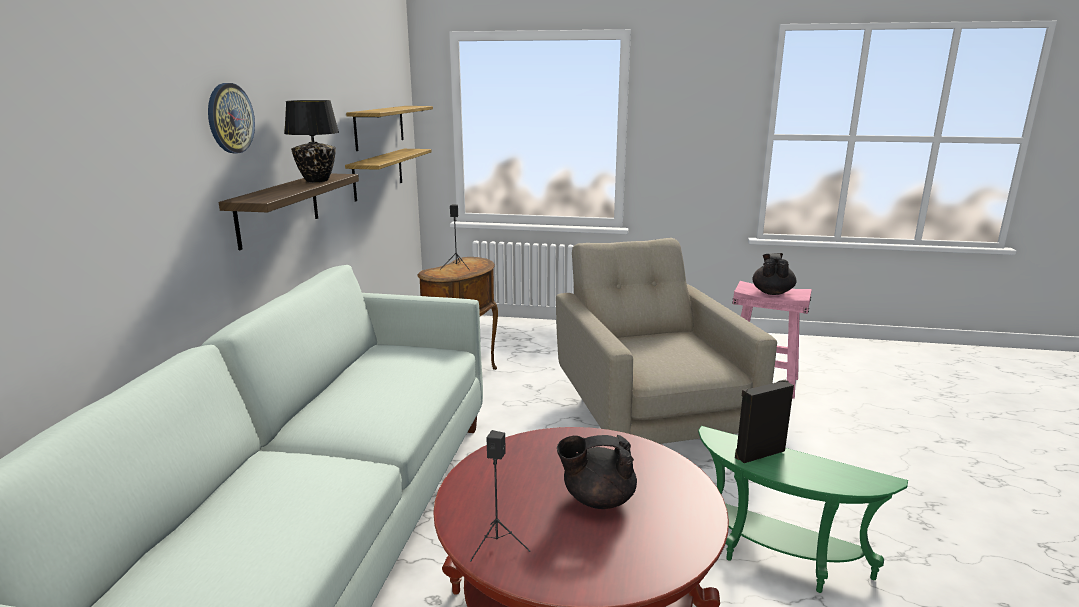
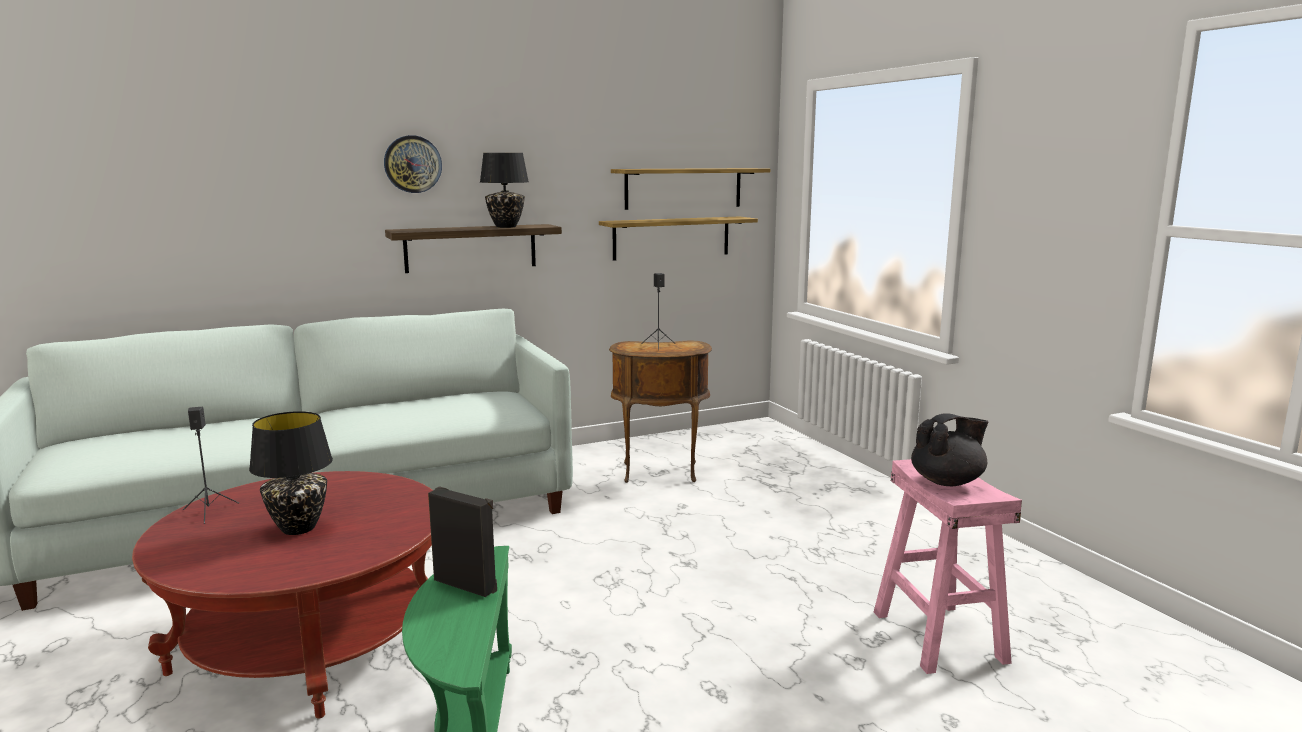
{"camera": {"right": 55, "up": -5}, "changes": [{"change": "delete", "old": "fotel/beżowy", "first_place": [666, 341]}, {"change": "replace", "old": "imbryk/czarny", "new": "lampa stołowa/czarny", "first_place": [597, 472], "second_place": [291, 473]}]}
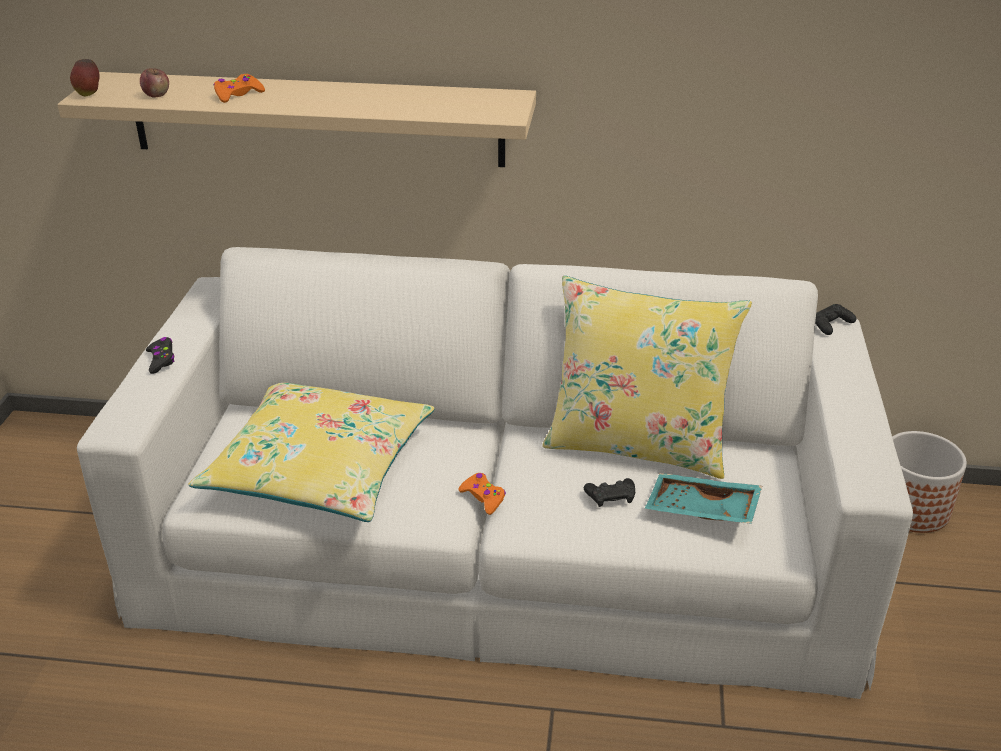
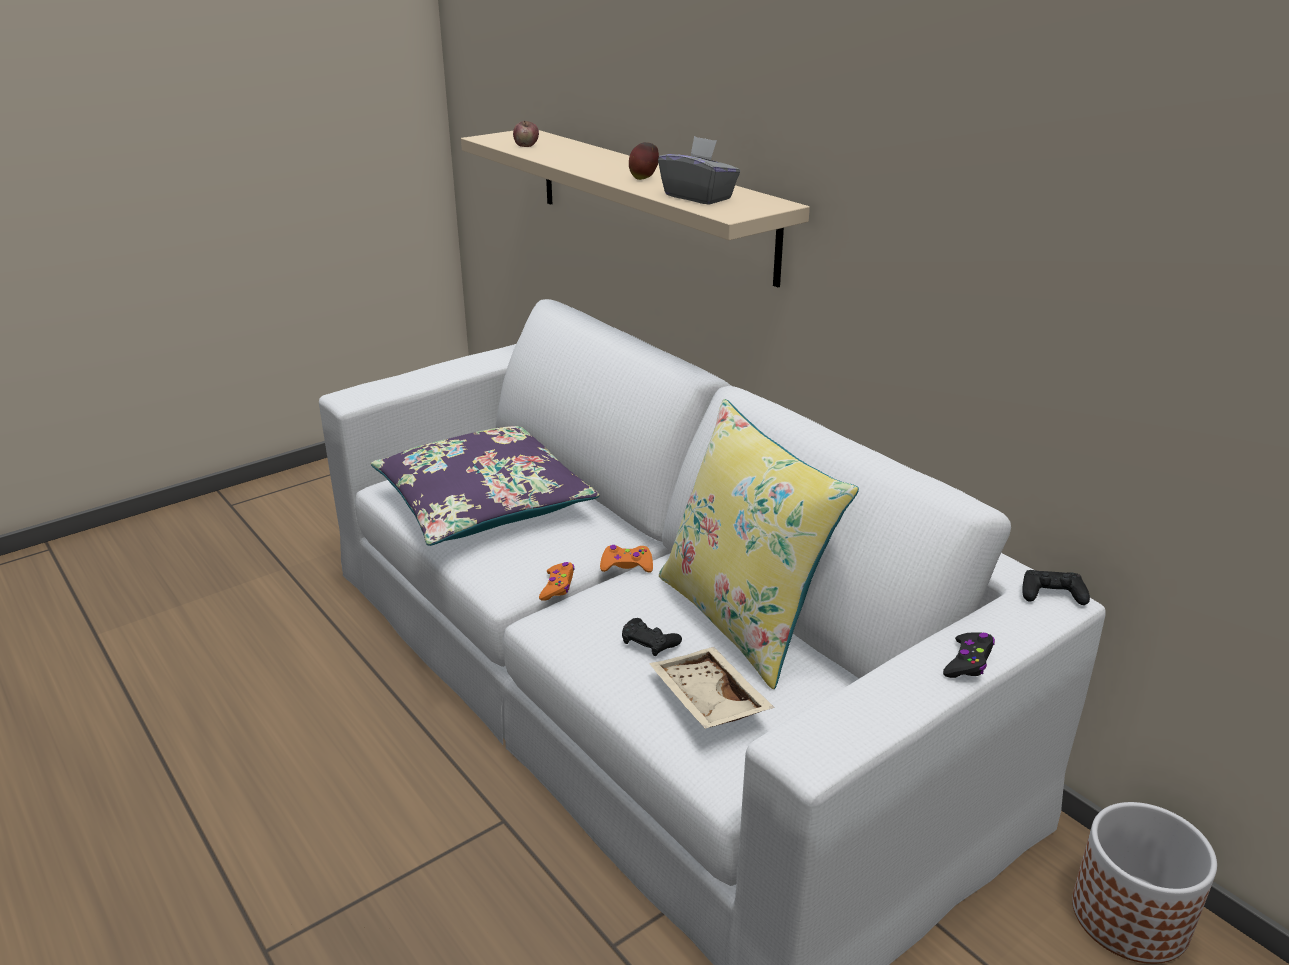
{"camera": {"right": 45, "up": -5}, "changes": [{"change": "insert", "new": "pudełko chusteczek/szary", "second_place": [699, 170]}, {"change": "move", "old": "jabłko", "first_place": [85, 77], "second_place": [644, 161]}, {"change": "move", "old": "pad do gier/czarny", "first_place": [160, 355], "second_place": [969, 655]}, {"change": "move", "old": "pad do gier/pomarańczowy", "first_place": [239, 88], "second_place": [626, 559]}, {"change": "recolor", "old": "poduszka/żółty", "new": "poduszka/fioletowy", "first_place": [311, 452], "second_place": [485, 486]}, {"change": "recolor", "old": "taca/turkusowy", "new": "taca/beżowy", "first_place": [703, 498], "second_place": [712, 688]}]}
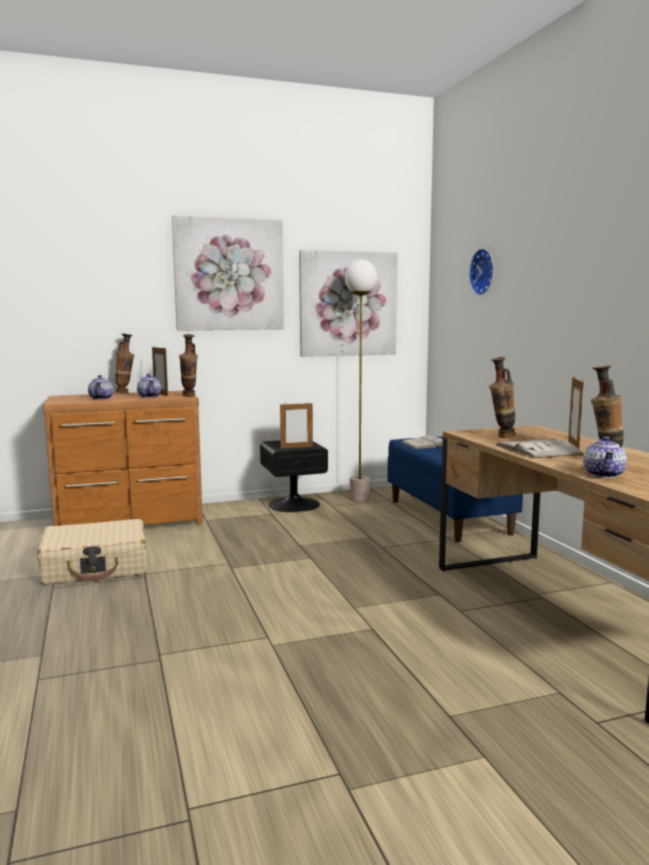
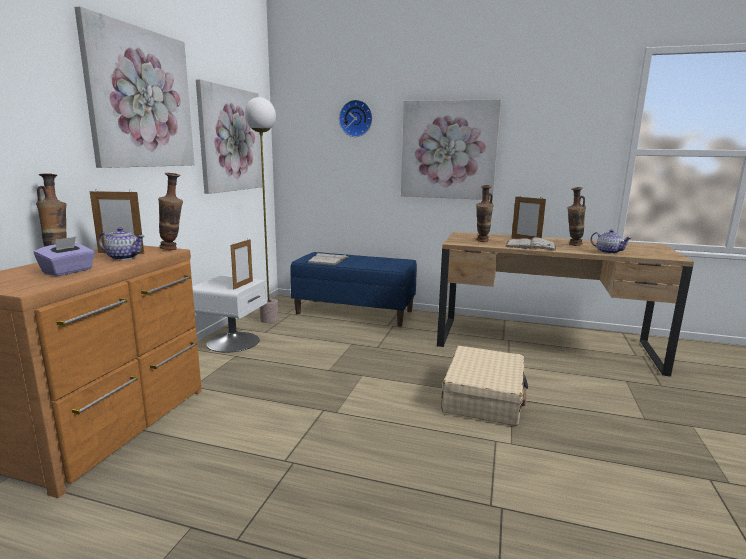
{"camera": {"right": -55, "up": 5}, "changes": [{"change": "insert", "new": "obraz", "second_place": [451, 149]}, {"change": "move", "old": "walizka/beżowy", "first_place": [92, 552], "second_place": [484, 386]}, {"change": "replace", "old": "imbryk", "new": "pudełko chusteczek/fioletowy", "first_place": [100, 387], "second_place": [64, 256]}, {"change": "recolor", "old": "szafka nocna/czarny", "new": "szafka nocna/biały", "first_place": [294, 476], "second_place": [230, 314]}]}
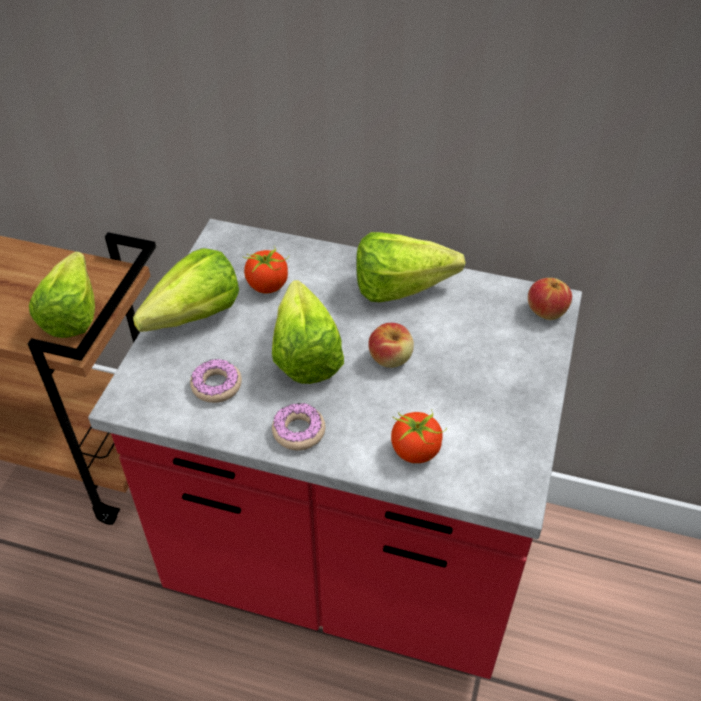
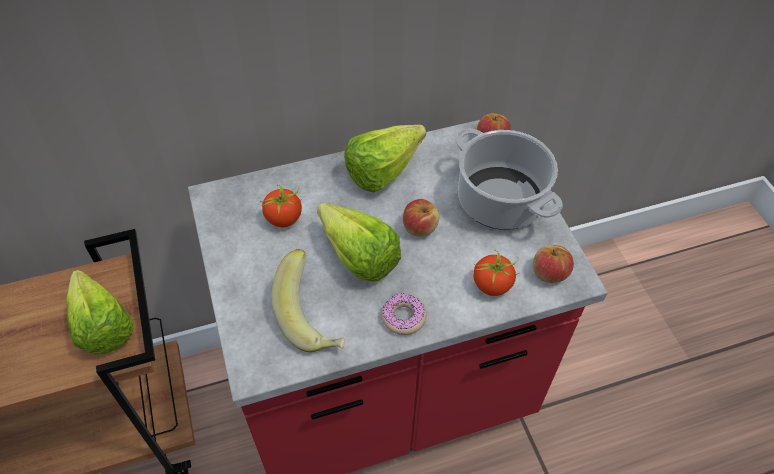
{"camera": {"right": -35, "up": 5}, "changes": [{"change": "delete", "old": "sałata", "first_place": [186, 290]}, {"change": "insert", "new": "garnek", "second_place": [509, 179]}, {"change": "insert", "new": "jabłko", "second_place": [553, 264]}, {"change": "replace", "old": "donut", "new": "banan", "first_place": [216, 381], "second_place": [307, 300]}]}
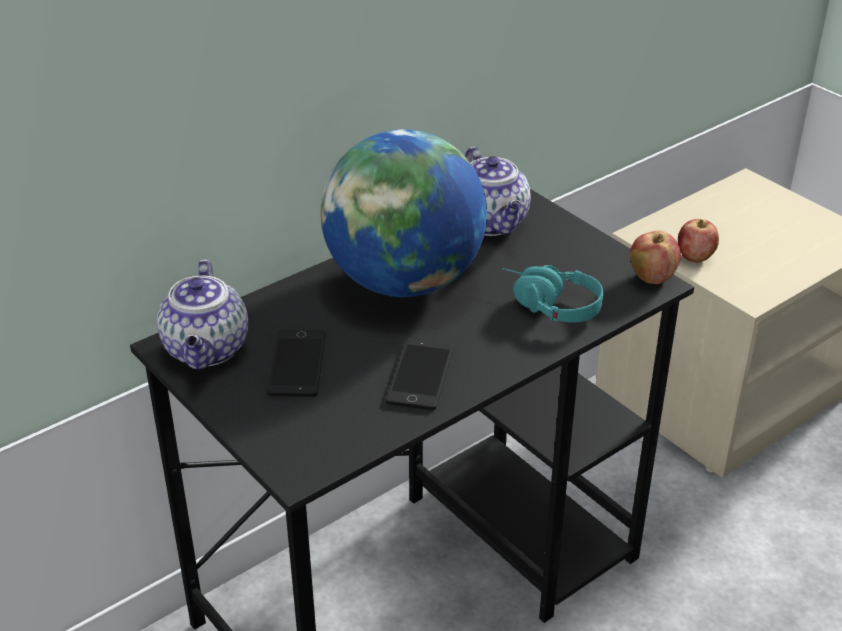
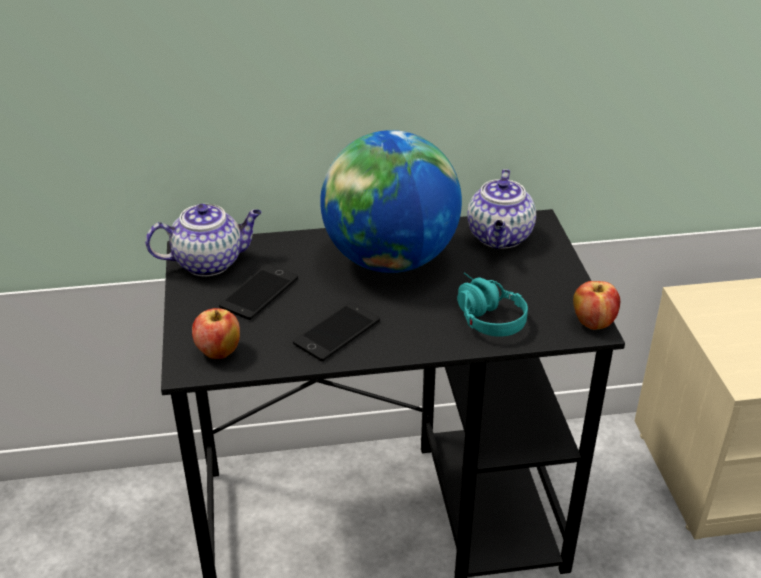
{"camera": {"right": 30, "up": 0}, "changes": [{"change": "move", "old": "jabłko", "first_place": [698, 241], "second_place": [216, 333]}, {"change": "rotate", "old": "imbryk", "first_place": [202, 315], "second_place": [203, 240], "degrees": -135}]}
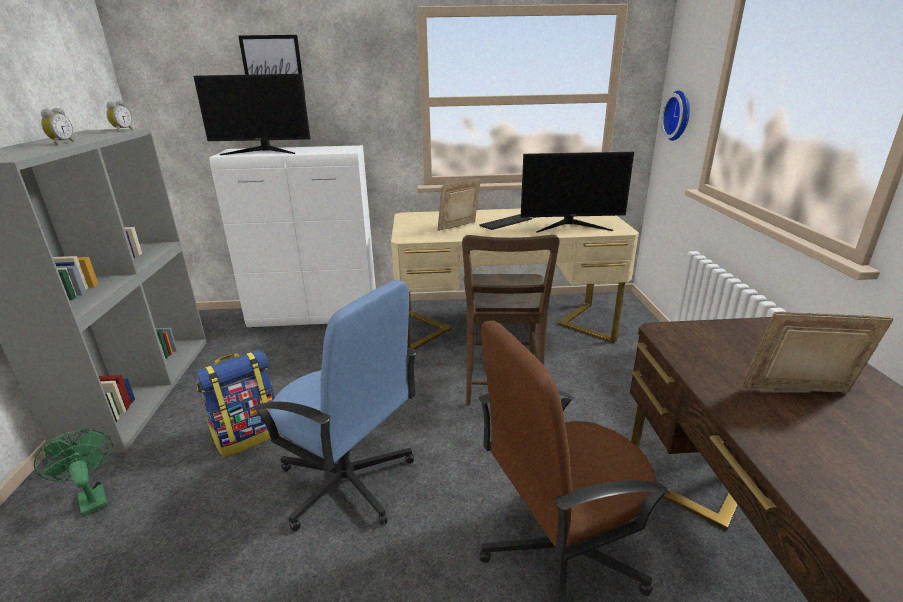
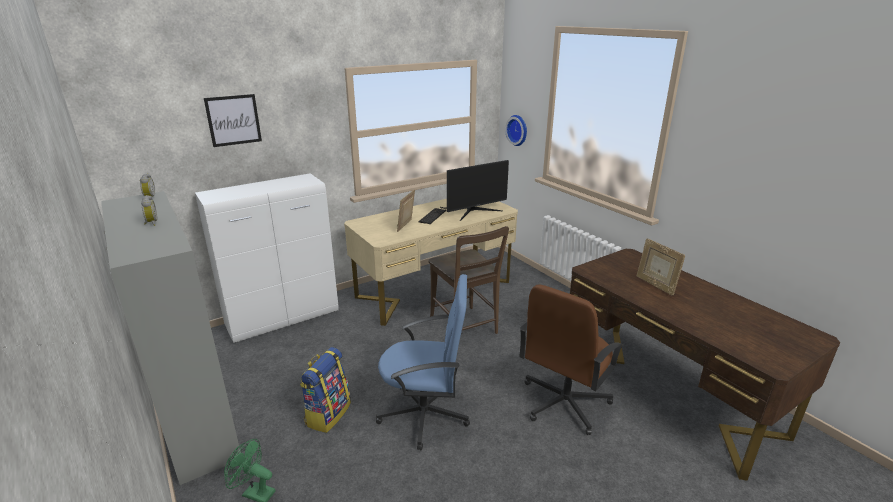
{"camera": {"right": -30, "up": 0}, "changes": [{"change": "delete", "old": "monitor", "first_place": [252, 114]}, {"change": "rotate", "old": "ramka na zdjęcie", "first_place": [817, 352], "second_place": [661, 267], "degrees": -90}]}
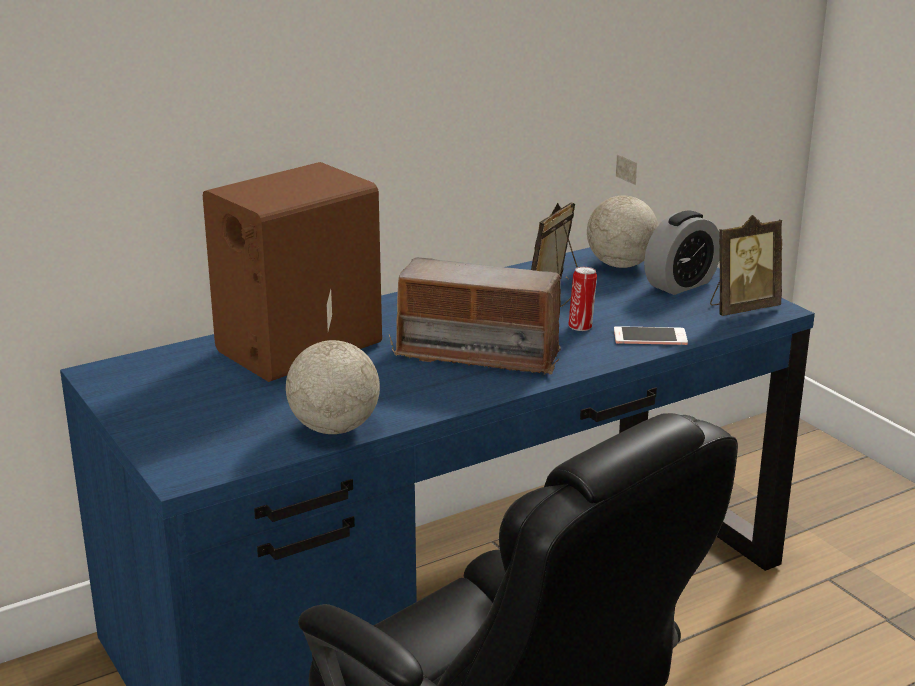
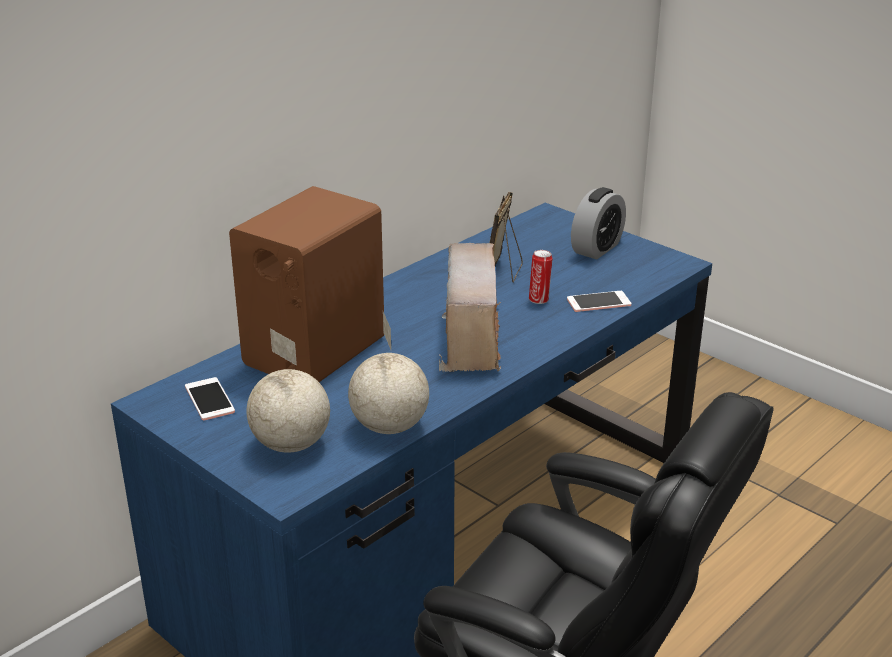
{"camera": {"right": -15, "up": 5}, "changes": [{"change": "delete", "old": "ramka na zdjęcie", "first_place": [746, 265]}, {"change": "insert", "new": "telefon", "second_place": [210, 398]}, {"change": "move", "old": "globus", "first_place": [622, 211], "second_place": [288, 390]}, {"change": "rotate", "old": "radio", "first_place": [479, 315], "second_place": [470, 307], "degrees": -90}]}
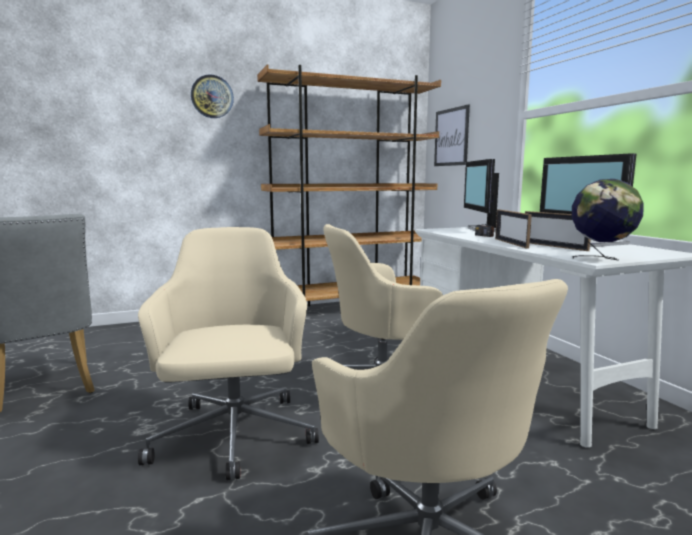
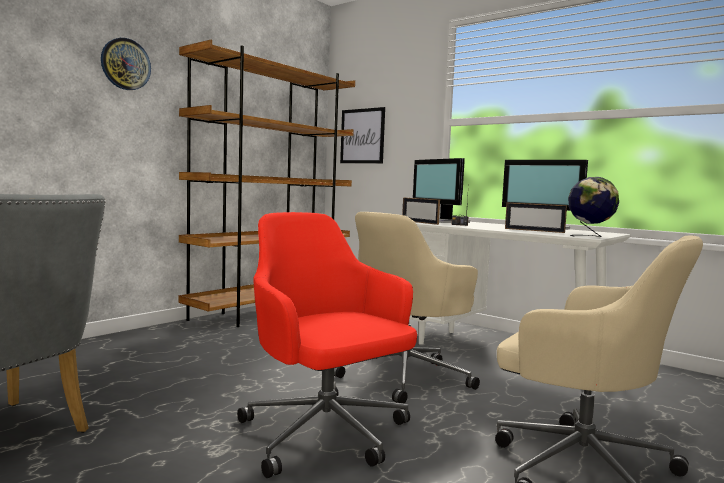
{"camera": {"right": -30, "up": -5}, "changes": [{"change": "move", "old": "ramka na zdjęcie", "first_place": [513, 229], "second_place": [421, 211]}, {"change": "recolor", "old": "krzesło biurowe/beżowy", "new": "krzesło biurowe/czerwony", "first_place": [228, 353], "second_place": [327, 345]}]}
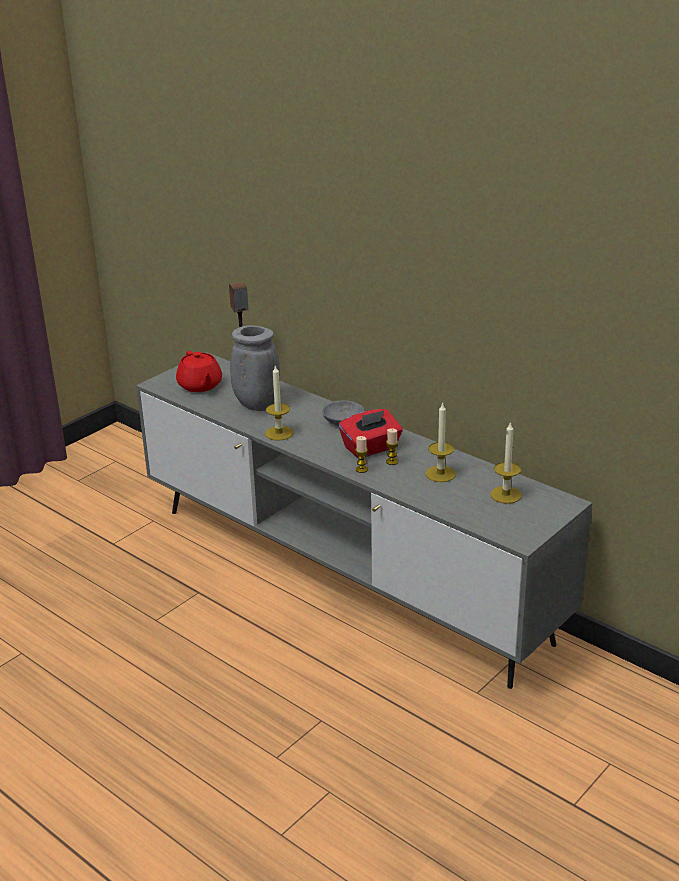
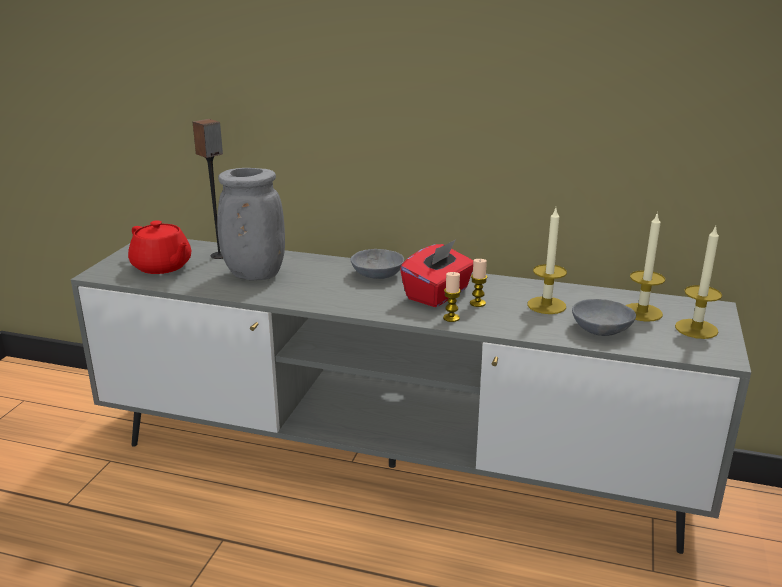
{"camera": {"right": -25, "up": -5}, "changes": [{"change": "insert", "new": "miska/szary", "second_place": [604, 317]}, {"change": "move", "old": "świeca", "first_place": [279, 403], "second_place": [698, 282]}]}
